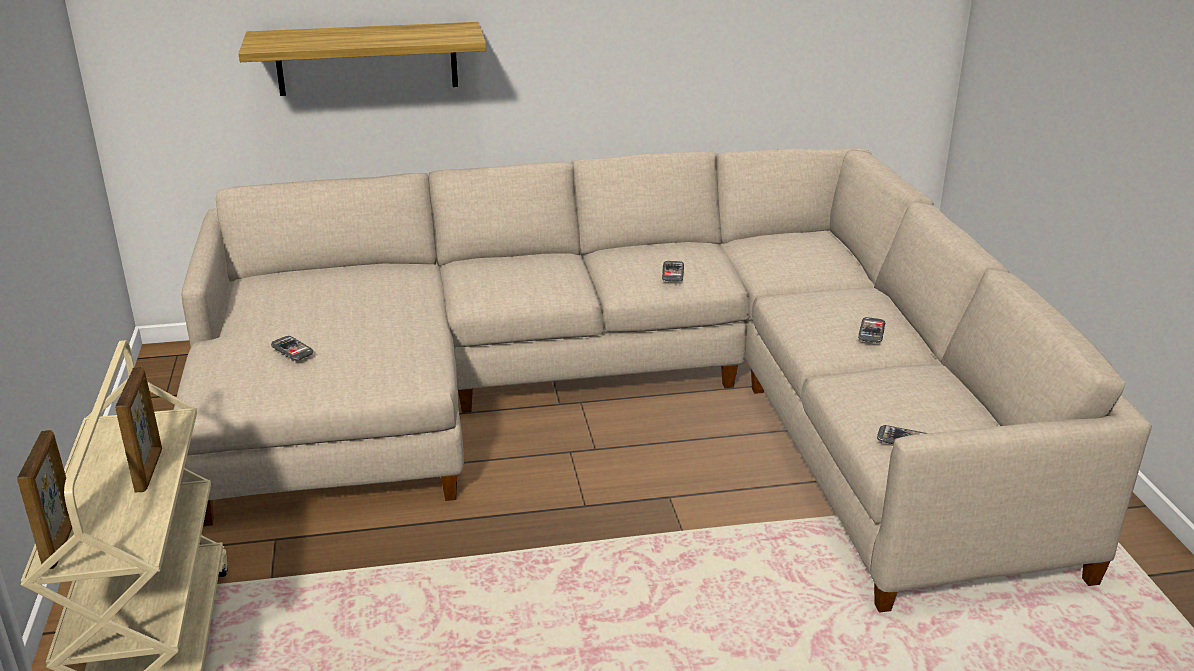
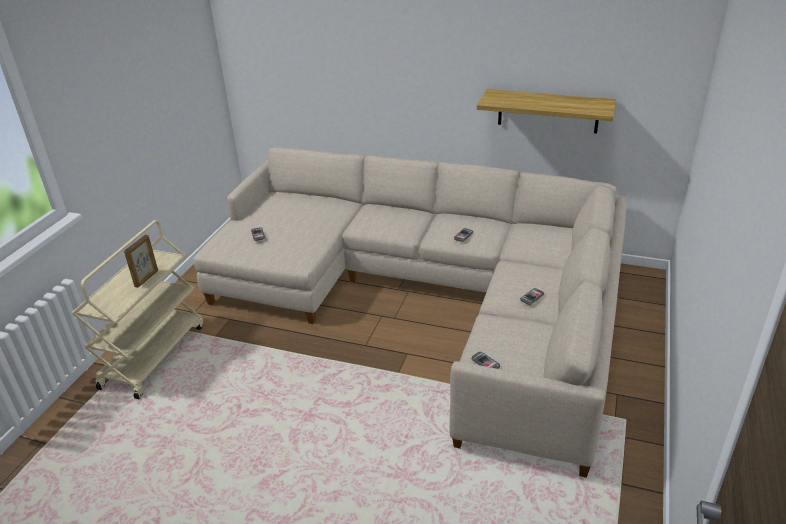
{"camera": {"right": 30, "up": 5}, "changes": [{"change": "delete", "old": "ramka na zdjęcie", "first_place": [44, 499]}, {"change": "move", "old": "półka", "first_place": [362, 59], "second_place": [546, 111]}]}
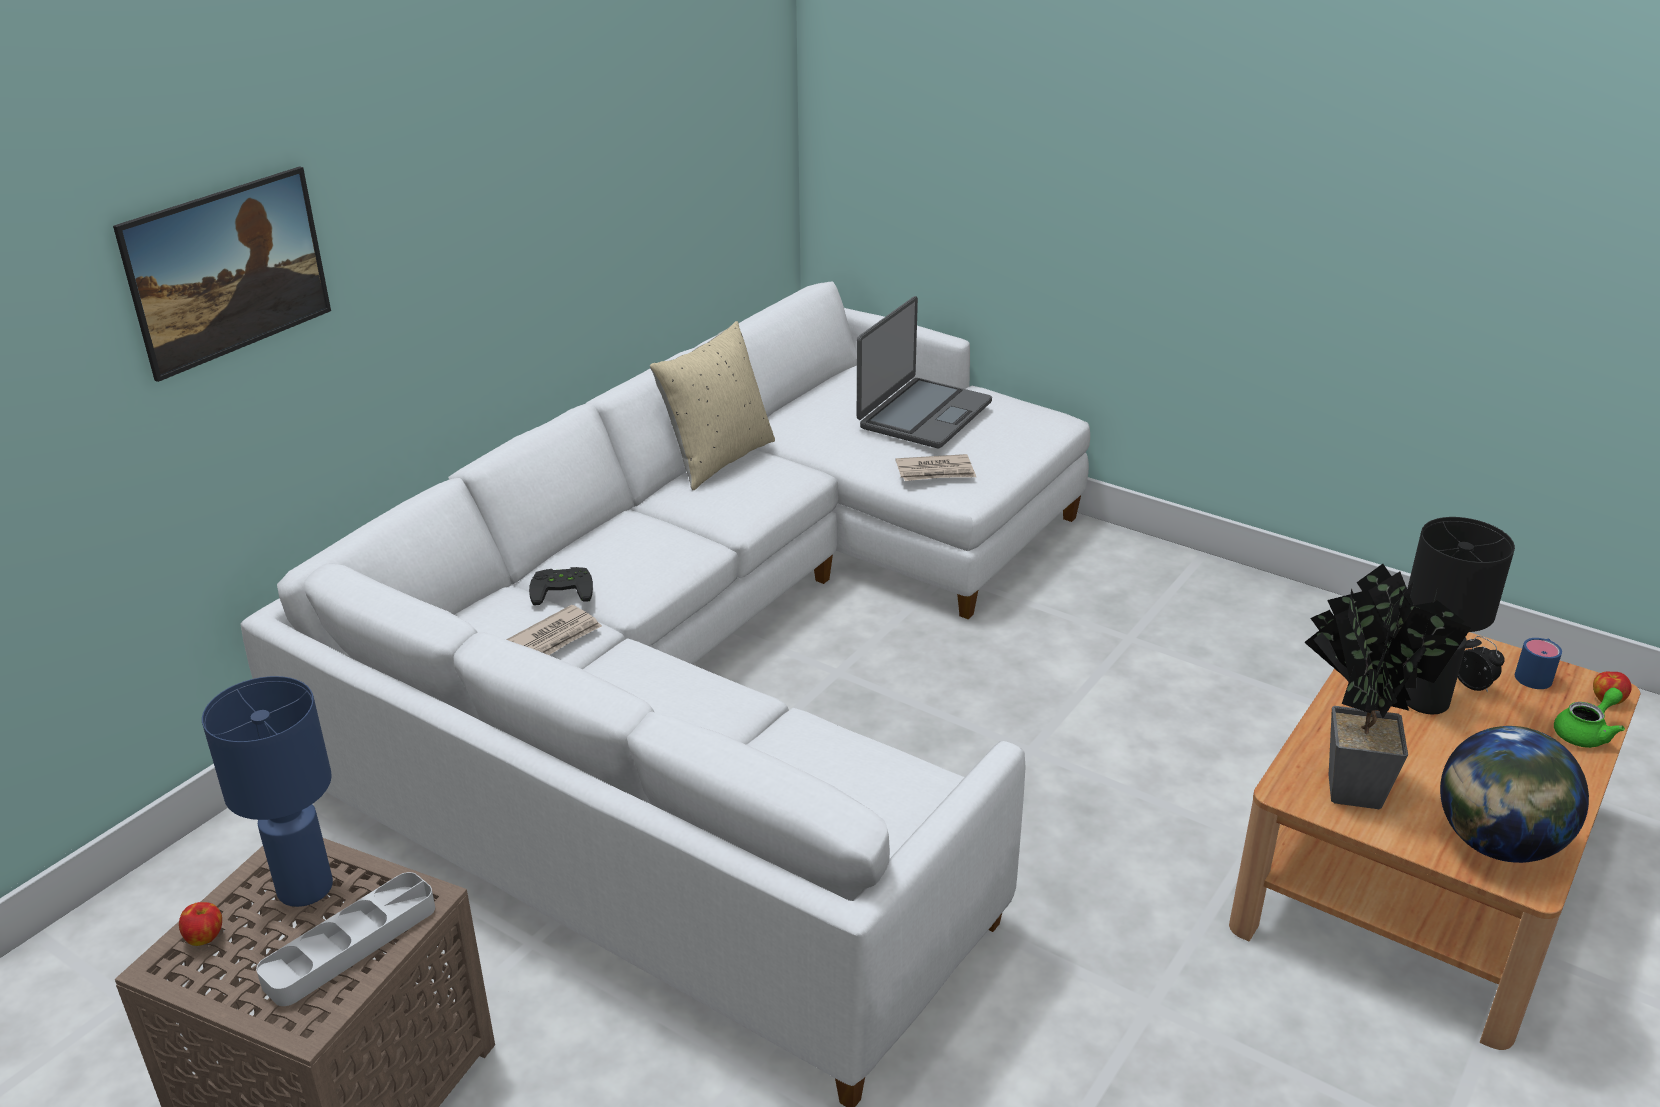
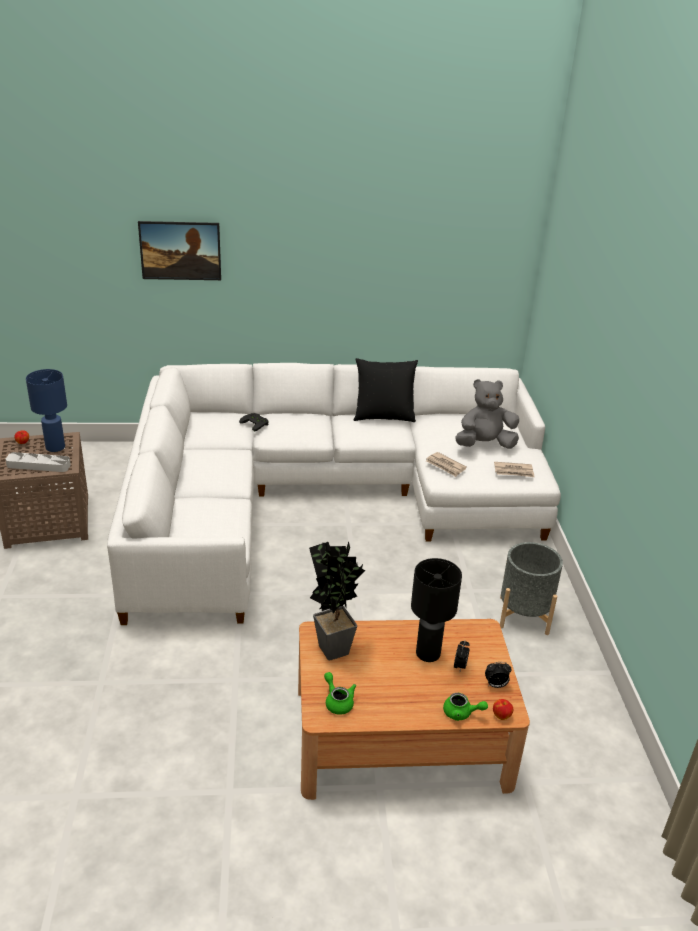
{"camera": {"right": 50, "up": 0}, "changes": [{"change": "insert", "new": "donica/szary", "second_place": [531, 588]}, {"change": "move", "old": "gazeta", "first_place": [554, 630], "second_place": [514, 469]}, {"change": "replace", "old": "laptop", "new": "pluszak/szary", "first_place": [924, 372], "second_place": [487, 414]}, {"change": "replace", "old": "globus", "new": "imbryk/zielony", "first_place": [1514, 794], "second_place": [340, 693]}, {"change": "replace", "old": "kubek/niebieski", "new": "budzik", "first_place": [1538, 663], "second_place": [498, 675]}, {"change": "recolor", "old": "poduszka/beżowy", "new": "poduszka/czarny", "first_place": [712, 405], "second_place": [386, 390]}]}
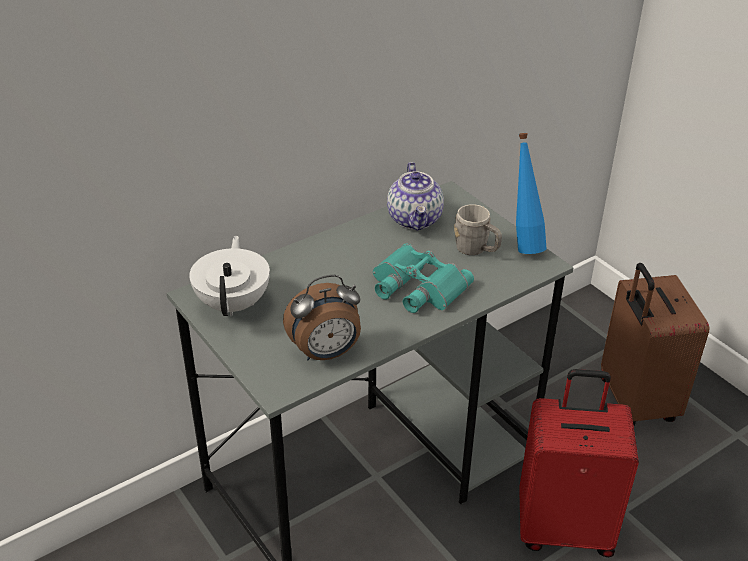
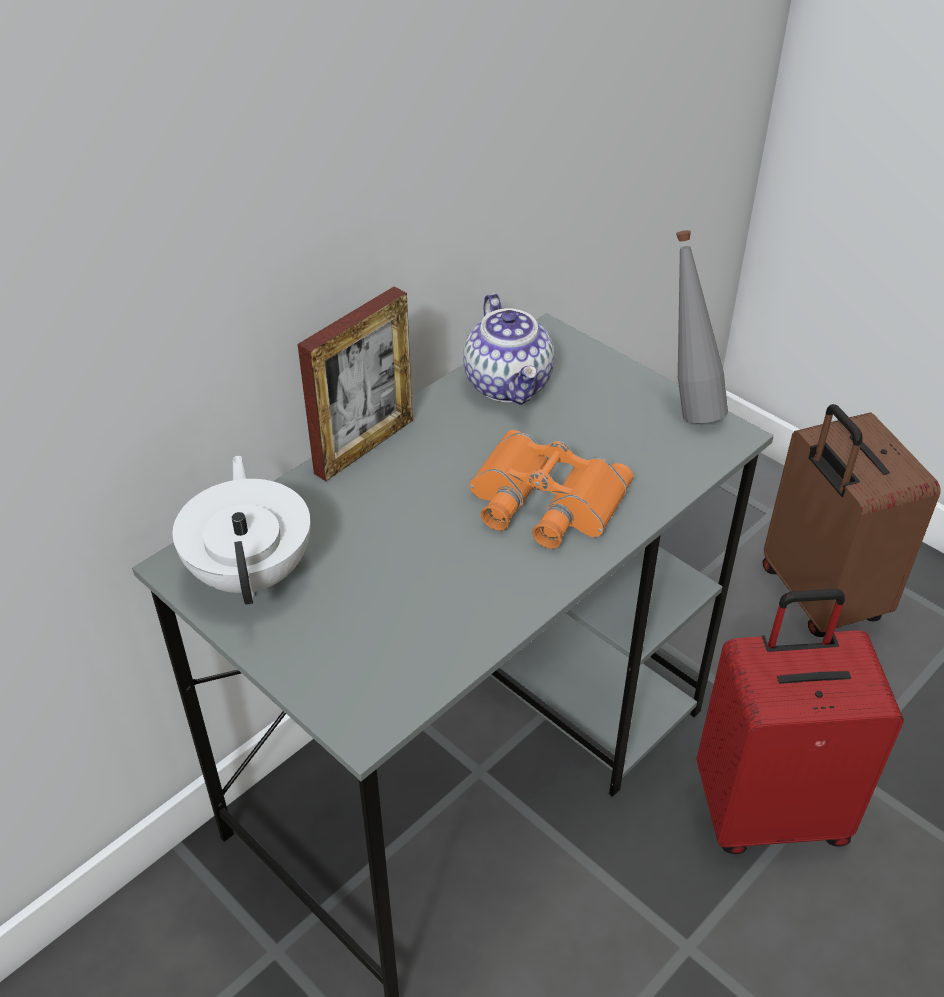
{"camera": {"right": -10, "up": 5}, "changes": [{"change": "delete", "old": "budzik", "first_place": [322, 317]}, {"change": "delete", "old": "kubek/szary", "first_place": [478, 229]}, {"change": "insert", "new": "ramka na zdjęcie", "second_place": [355, 384]}, {"change": "recolor", "old": "lornetka/turkusowy", "new": "lornetka/pomarańczowy", "first_place": [423, 278], "second_place": [551, 489]}, {"change": "recolor", "old": "butelka/niebieski", "new": "butelka/szary", "first_place": [531, 193], "second_place": [702, 326]}]}
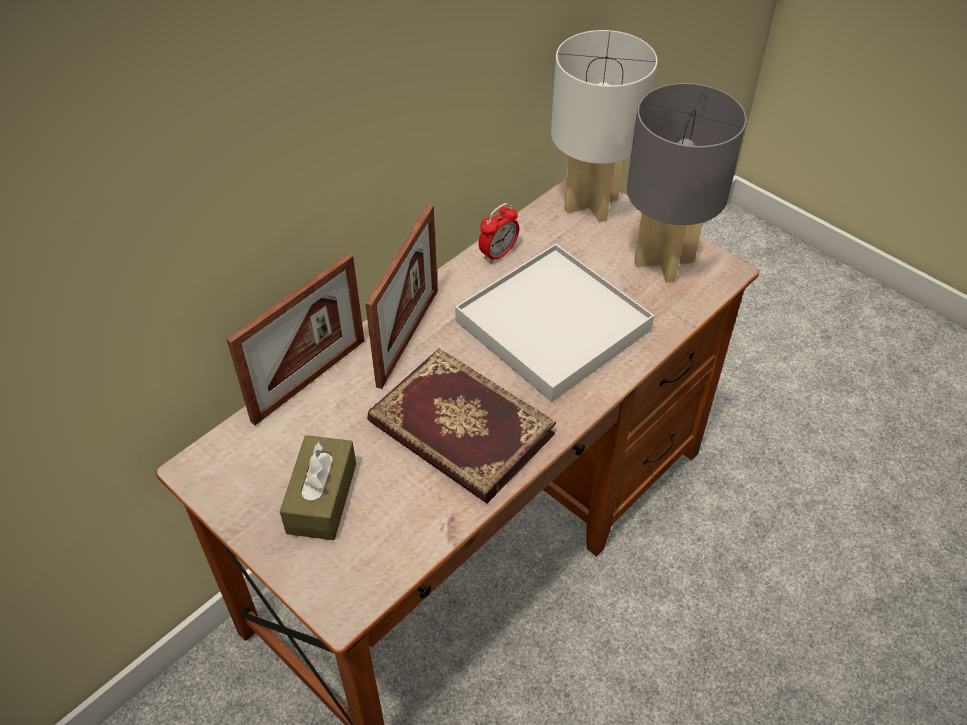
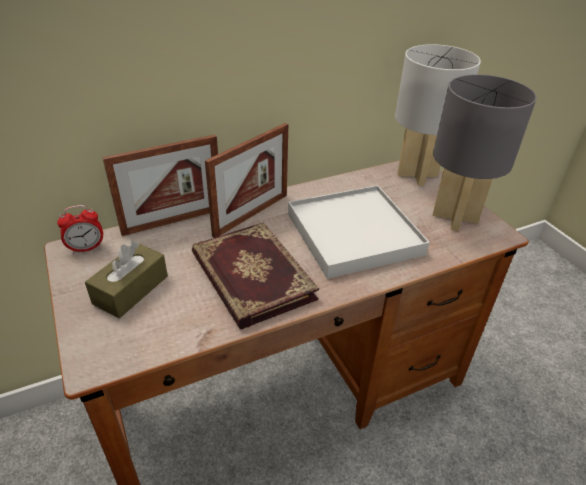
{"camera": {"right": 20, "up": -10}, "changes": [{"change": "move", "old": "budzik", "first_place": [499, 233], "second_place": [80, 229]}]}
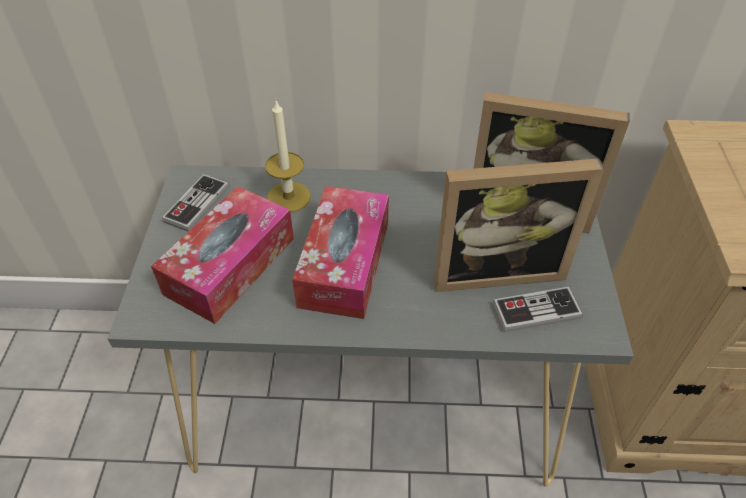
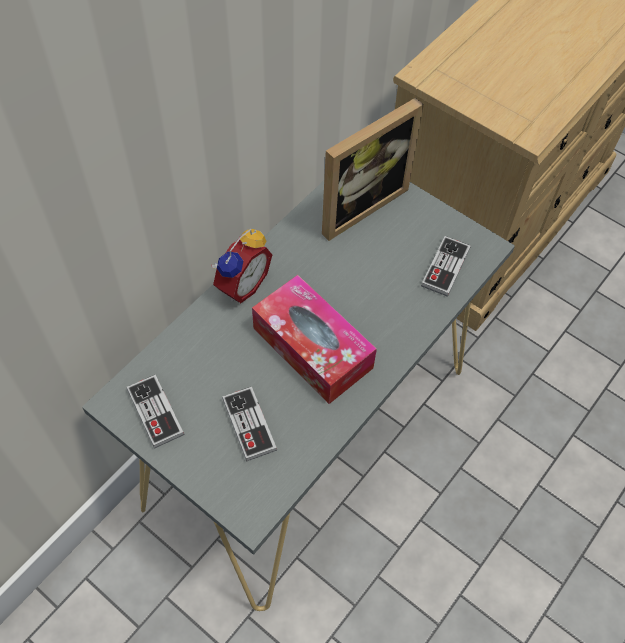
{"camera": {"right": -55, "up": 10}, "changes": [{"change": "delete", "old": "świeca", "first_place": [288, 156]}, {"change": "delete", "old": "ramka na zdjęcie", "first_place": [519, 225]}, {"change": "insert", "new": "budzik", "second_place": [241, 266]}, {"change": "replace", "old": "pudełko chusteczek", "new": "pad do gier", "first_place": [222, 255], "second_place": [249, 423]}]}
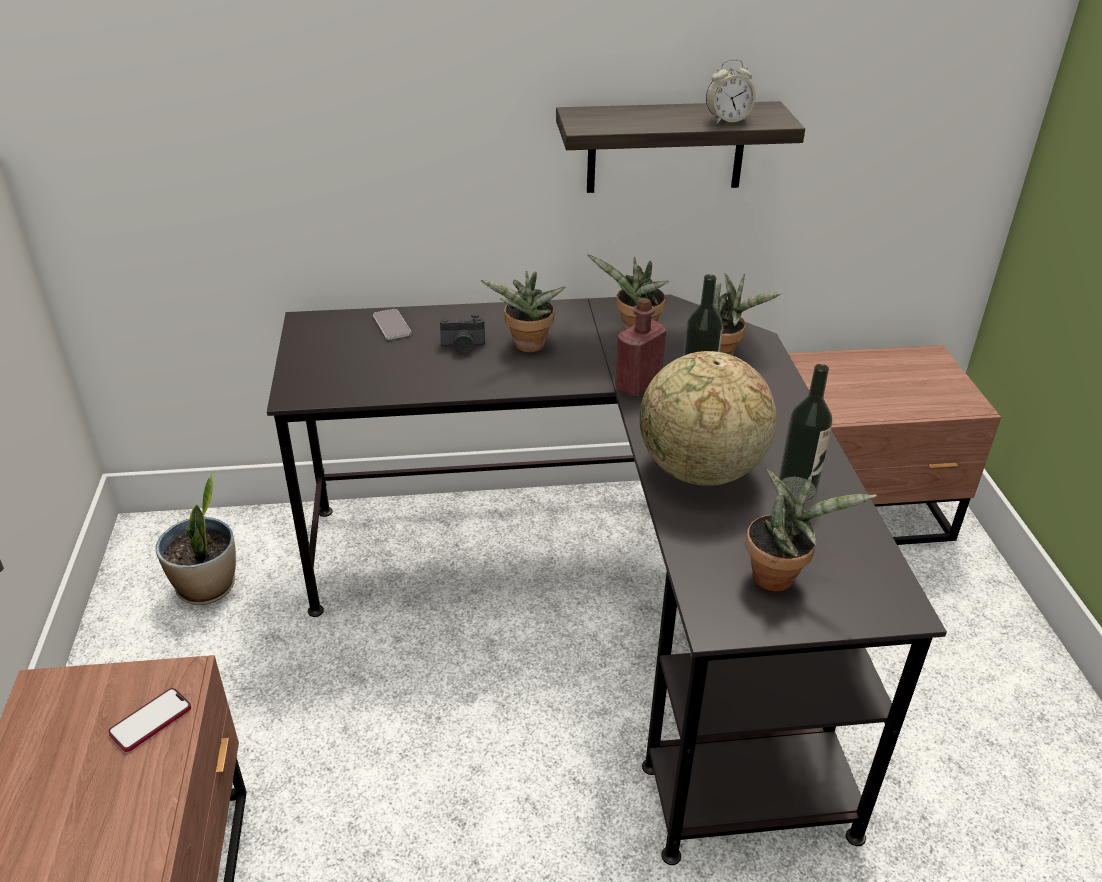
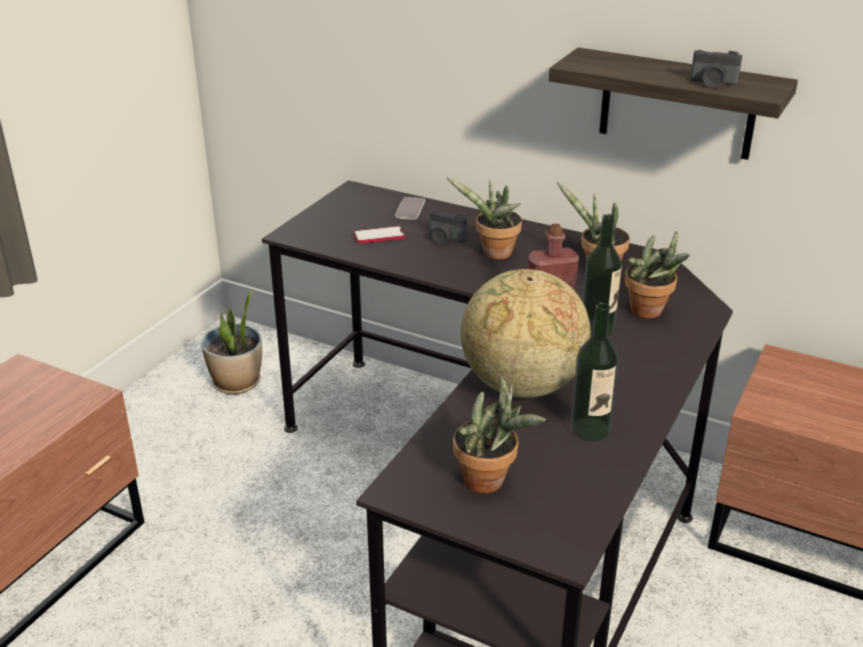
{"camera": {"right": 35, "up": -5}, "changes": [{"change": "move", "old": "telefon", "first_place": [149, 720], "second_place": [379, 235]}, {"change": "replace", "old": "budzik", "new": "aparat fotograficzny", "first_place": [731, 91], "second_place": [716, 69]}]}
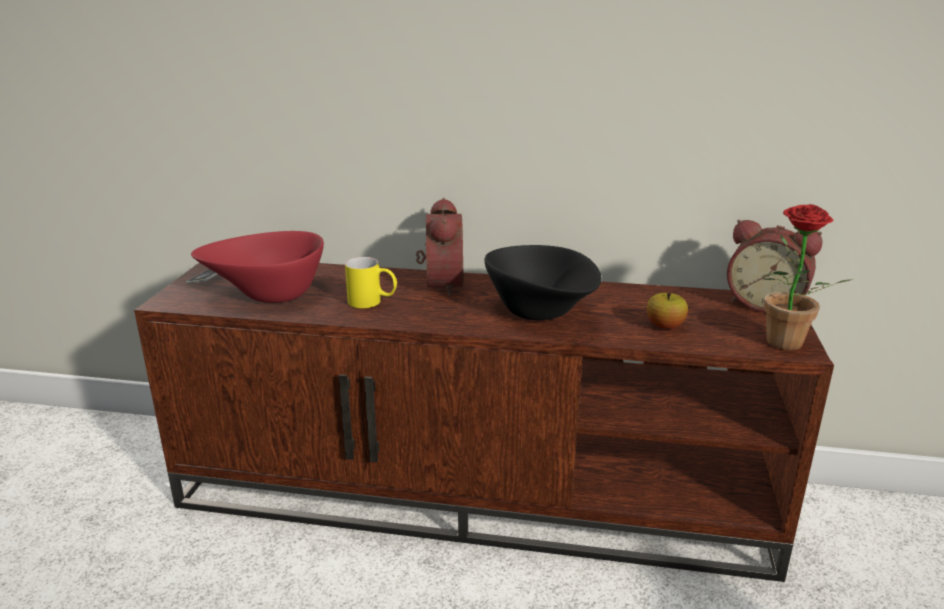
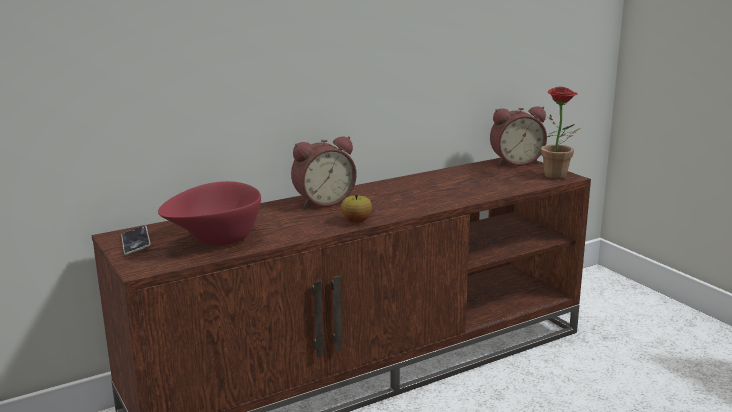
{"camera": {"right": -40, "up": -5}, "changes": [{"change": "delete", "old": "kubek/żółty", "first_place": [371, 282]}, {"change": "delete", "old": "miska/czarny", "first_place": [542, 282]}, {"change": "move", "old": "jabłko", "first_place": [667, 311], "second_place": [356, 209]}, {"change": "rotate", "old": "budzik", "first_place": [439, 247], "second_place": [324, 172], "degrees": 105}]}
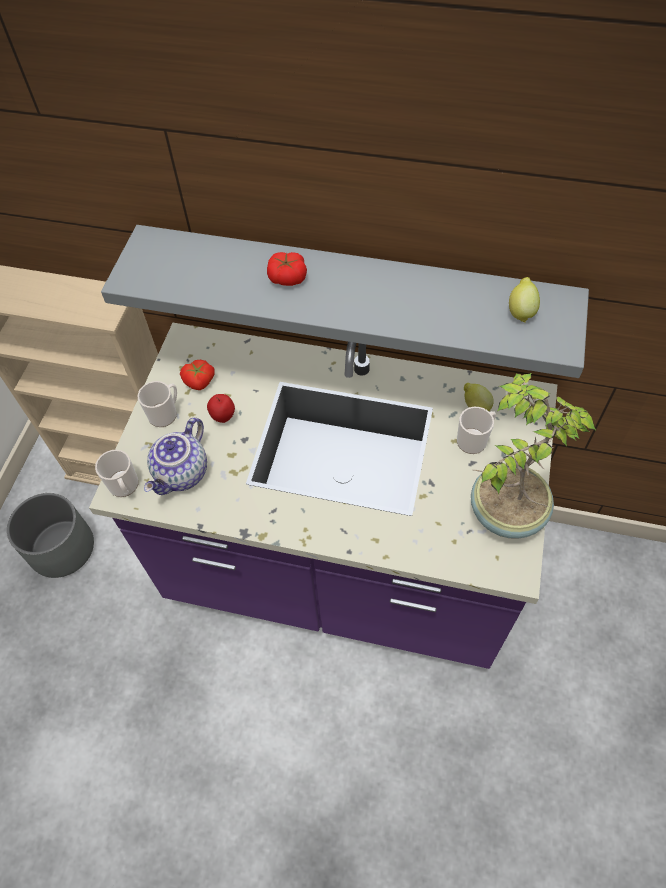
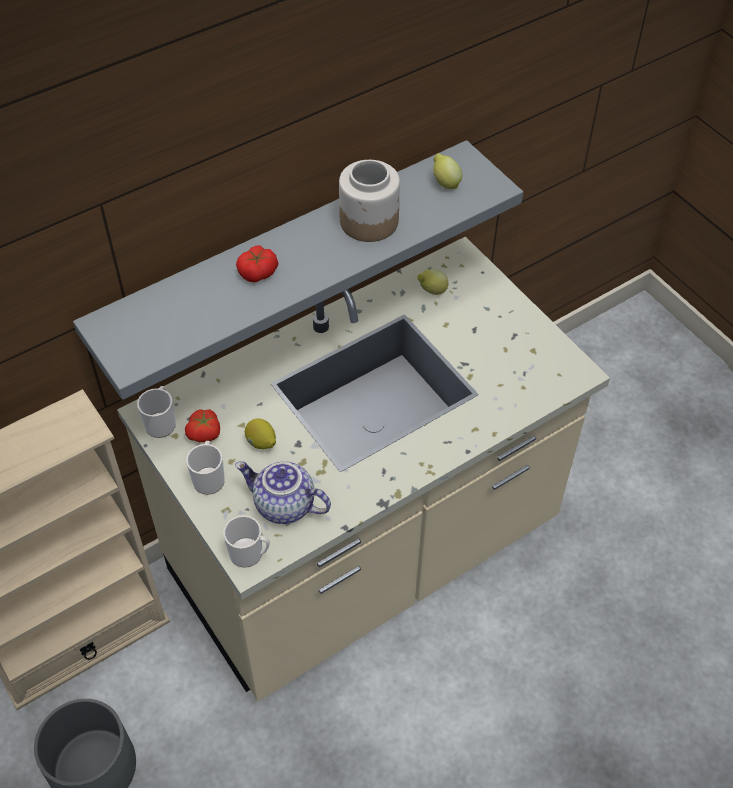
{"camera": {"right": -50, "up": -5}, "changes": [{"change": "delete", "old": "roślina doniczkowa", "first_place": [533, 456]}, {"change": "insert", "new": "słoik", "second_place": [369, 201]}, {"change": "move", "old": "kubek", "first_place": [476, 430], "second_place": [156, 412]}, {"change": "replace", "old": "jabłko", "new": "cytryna", "first_place": [221, 408], "second_place": [260, 433]}, {"change": "recolor", "old": "zabudowa kuchenna/fioletowy", "new": "zabudowa kuchenna/beżowy", "first_place": [323, 496], "second_place": [363, 469]}, {"change": "rotate", "old": "imbryk", "first_place": [175, 456], "second_place": [283, 492], "degrees": 135}]}
